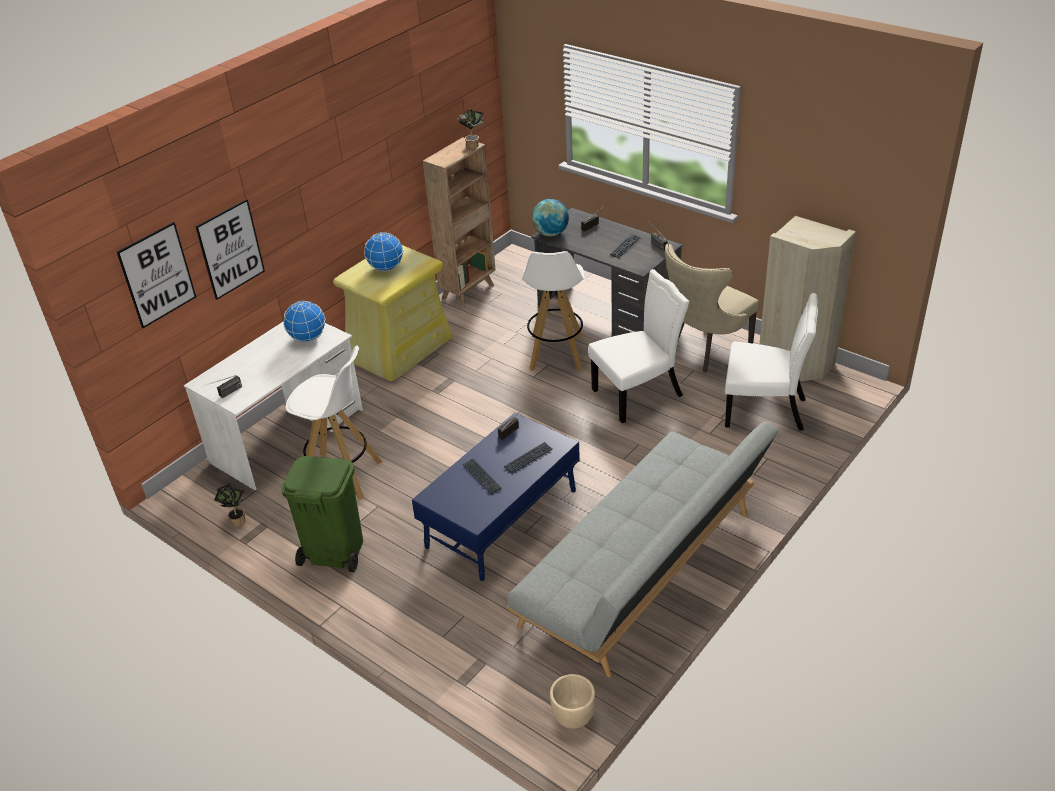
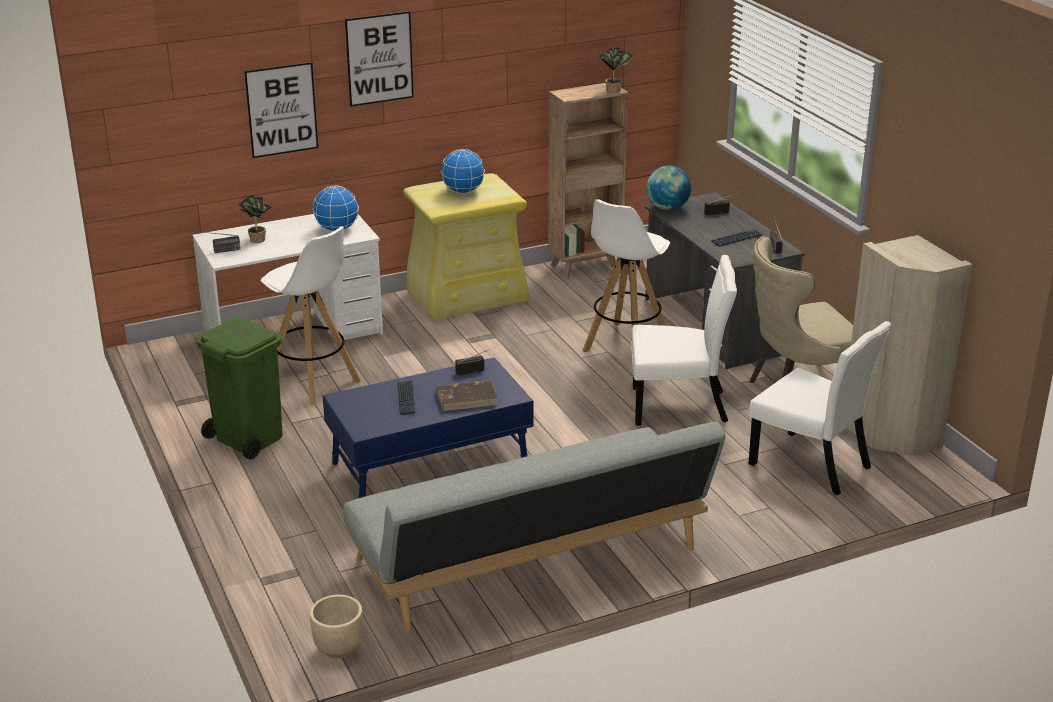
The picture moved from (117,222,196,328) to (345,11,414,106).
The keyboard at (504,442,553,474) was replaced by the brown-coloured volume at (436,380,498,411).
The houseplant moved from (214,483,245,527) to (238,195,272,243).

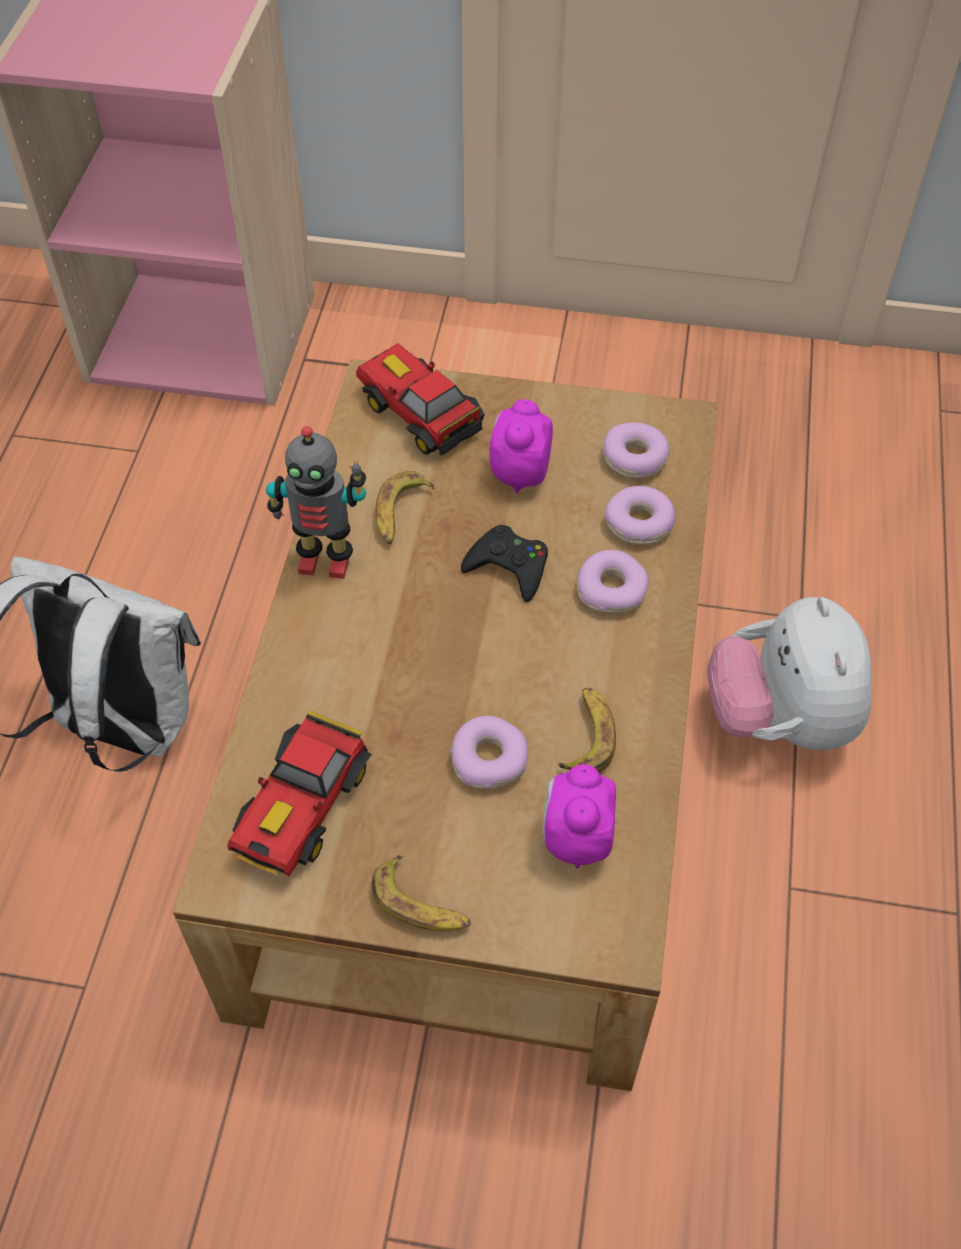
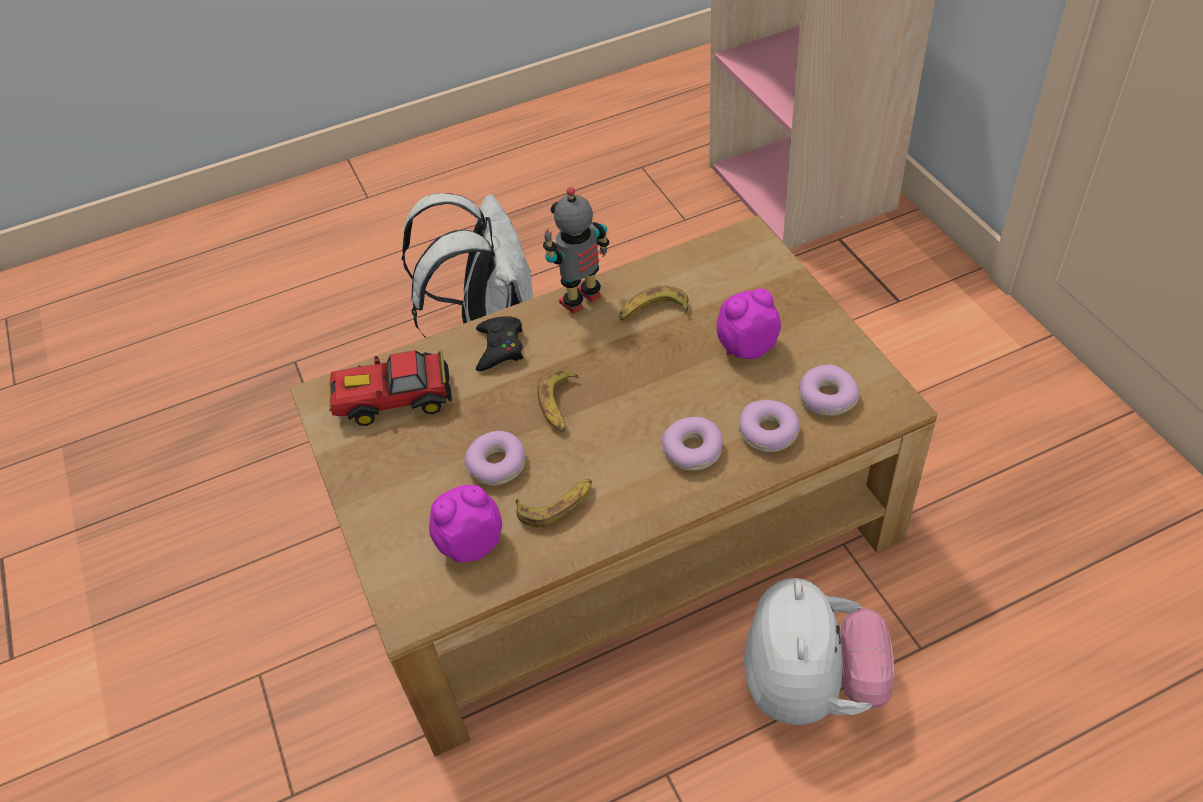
The toy car at (356,343,485,456) disappeared.
The robot figure at (266,426,366,579) turned 75 degrees clockwise.
The blackish joypad moved from (461,525,548,602) to (476,316,523,371).
The soft toy at (707,597,872,750) turned 135 degrees clockwise.
The banana fruit moved from (372,856,471,931) to (538,369,579,432).

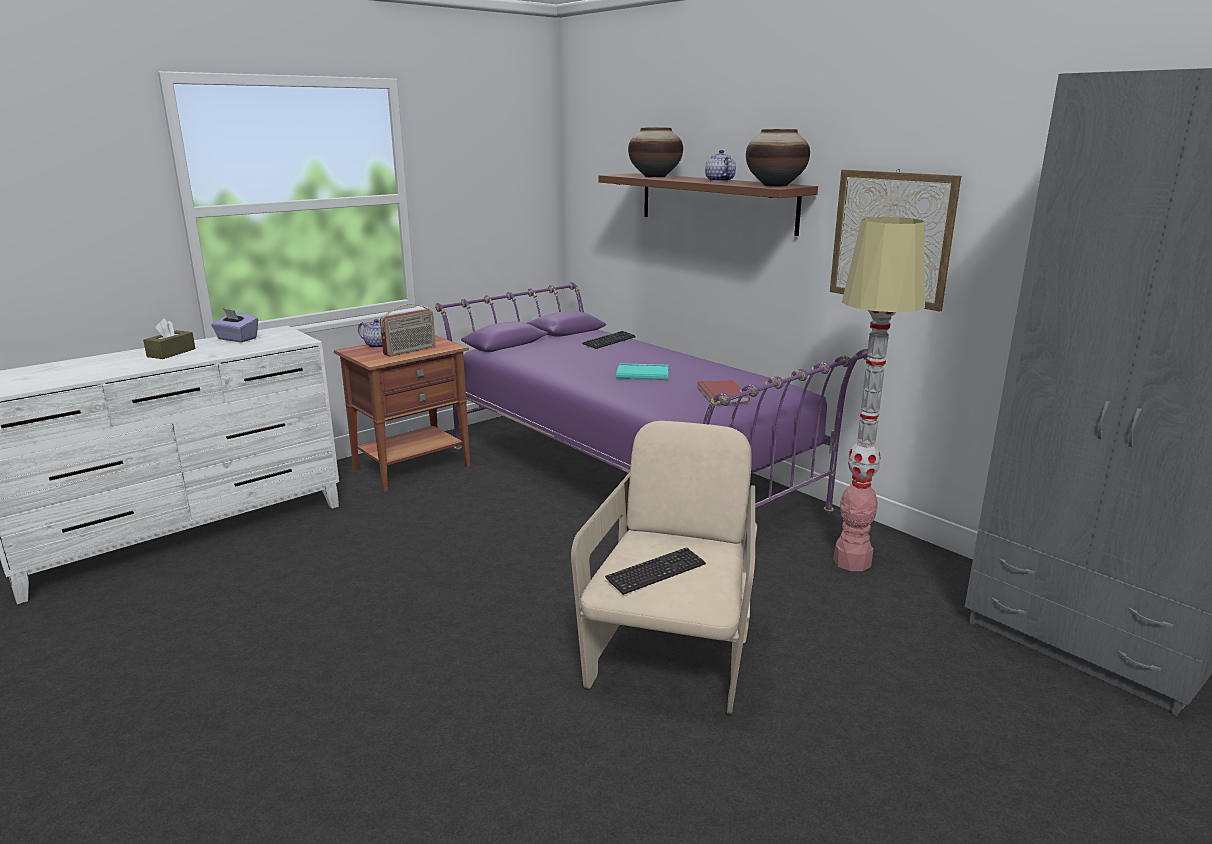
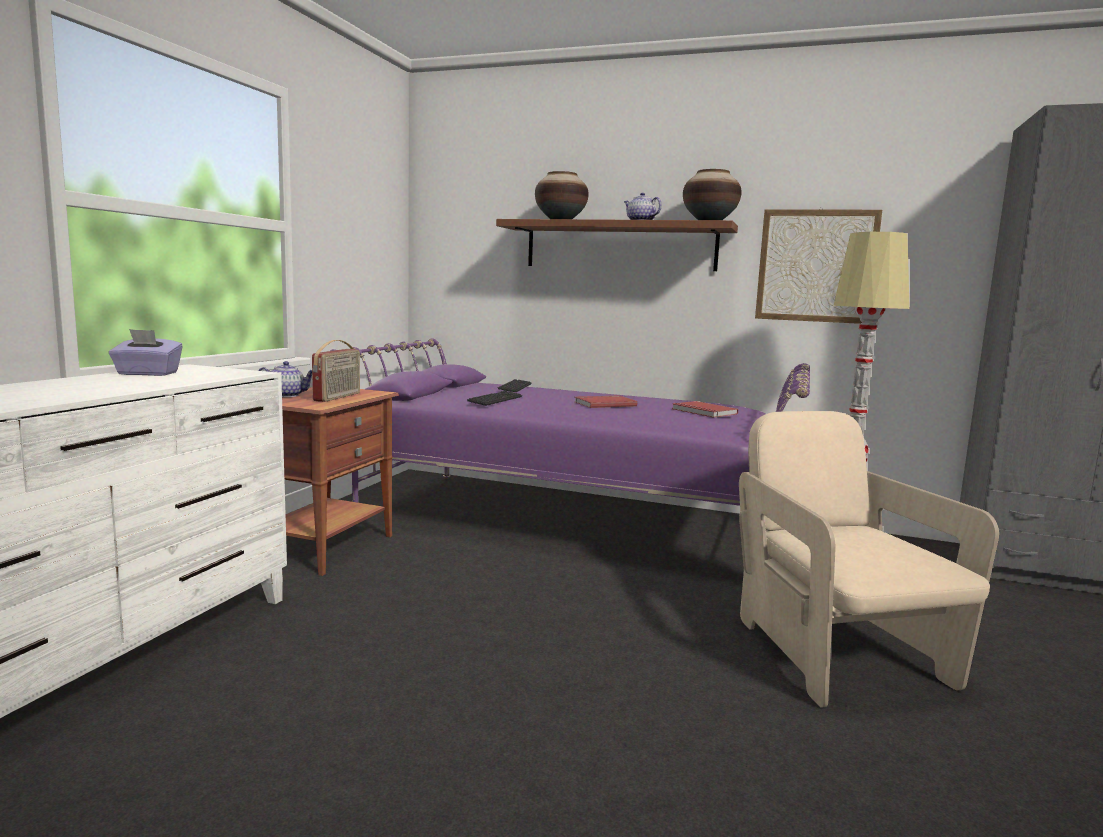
The brown-coloured box of tissues at (143,319,196,359) disappeared.
The blue-green volume at (616,363,669,380) became the reddish volume at (575,395,637,408).
The keyboard moved from (605,547,706,595) to (467,391,522,406).

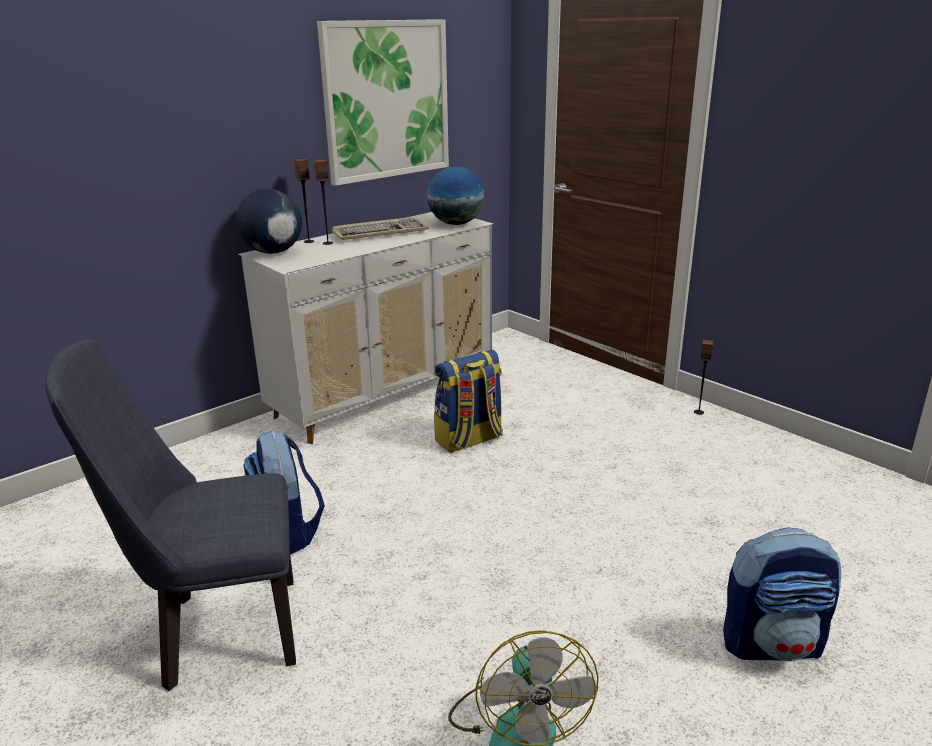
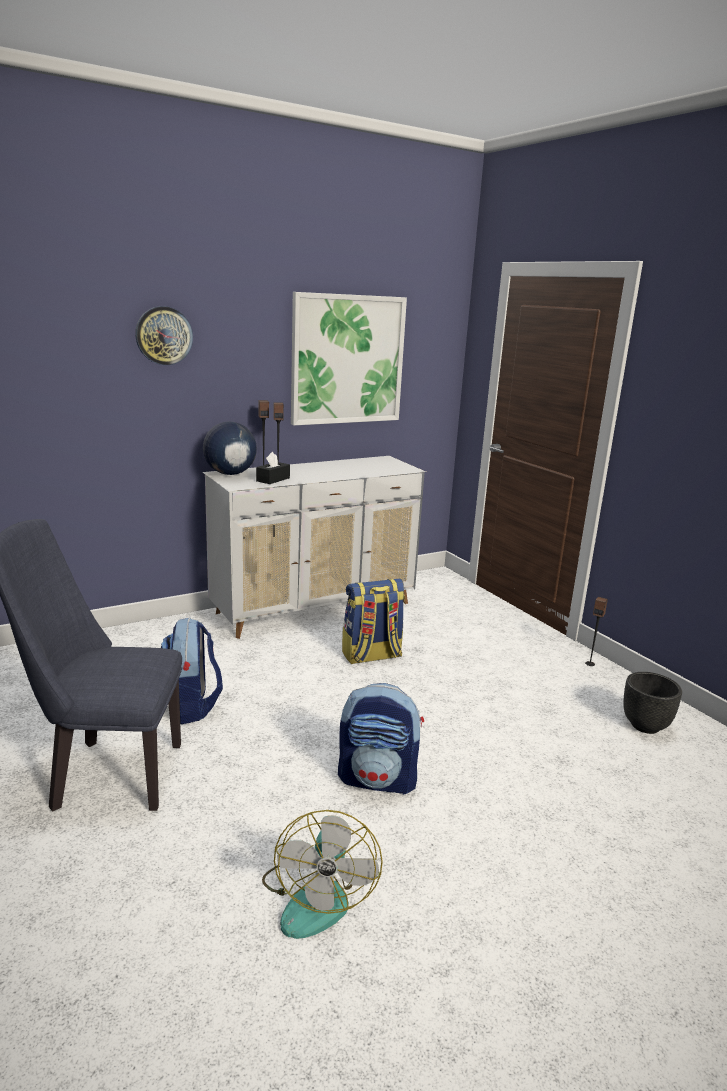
The desk globe at (428,167,484,225) disappeared.
The keyboard at (332,217,429,240) disappeared.
The knapsack moved from (723,527,841,661) to (338,683,424,795).
The hanging clock at (135,306,193,365) appeared.
The blackish box of tissues at (256,452,290,484) appeared.
The blackish planter at (623,672,682,734) appeared.

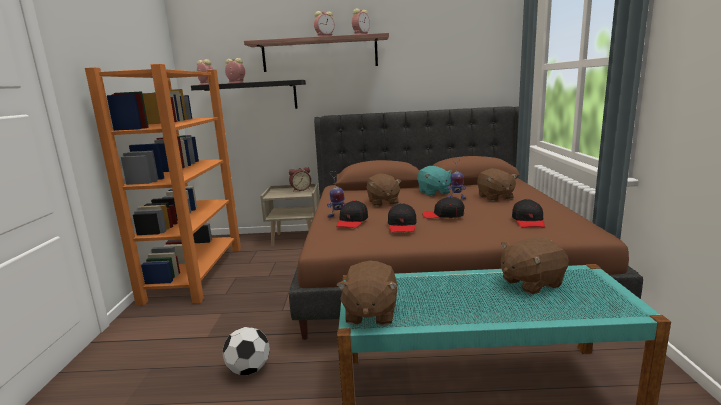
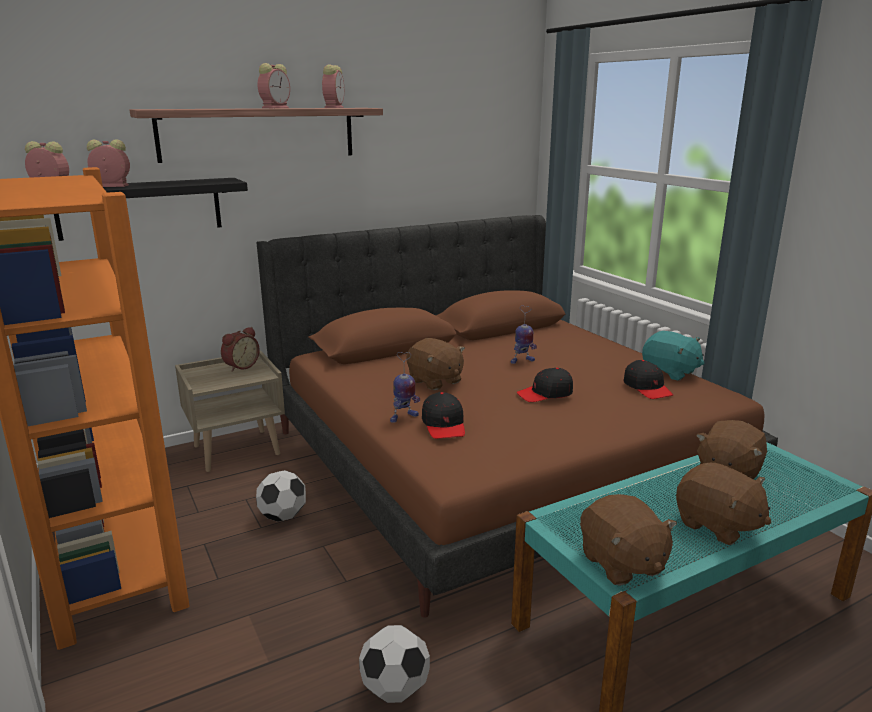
The blue-green soft toy moved from (417,166,453,196) to (642,331,704,381).
The brown-coloured soft toy moved from (477,168,518,202) to (676,463,771,545).
The blackish baseball cap at (388,203,417,232) disappeared.
The football ball at (256,470,306,522) appeared.

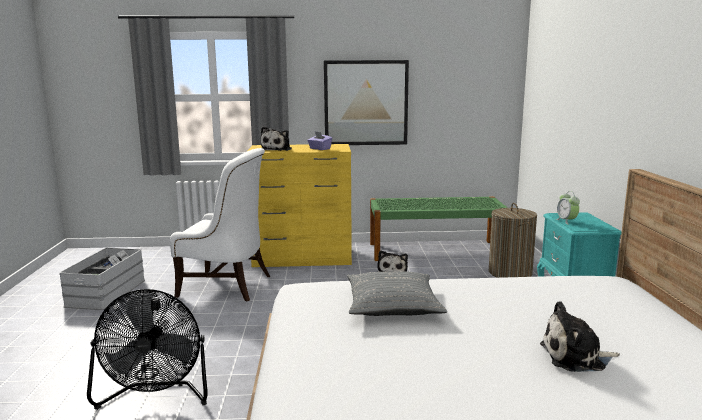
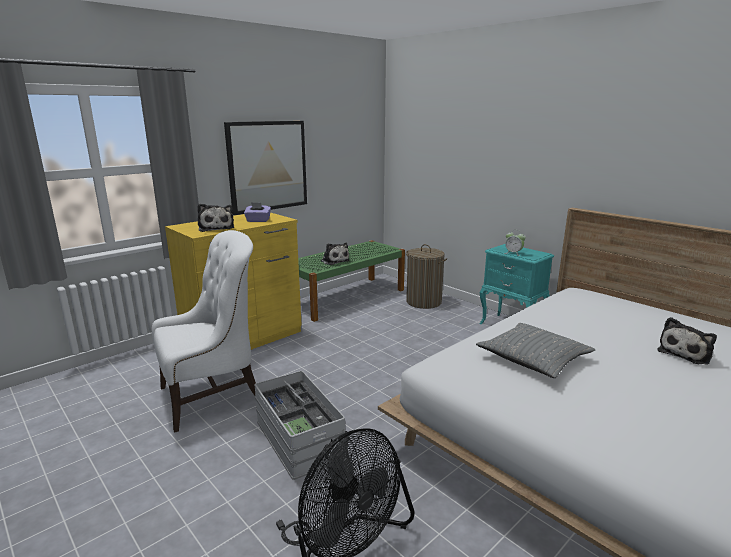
The greyish storage bin moved from (60,248,145,310) to (254,371,346,480).
The soft toy moved from (377,251,408,272) to (321,243,350,265).

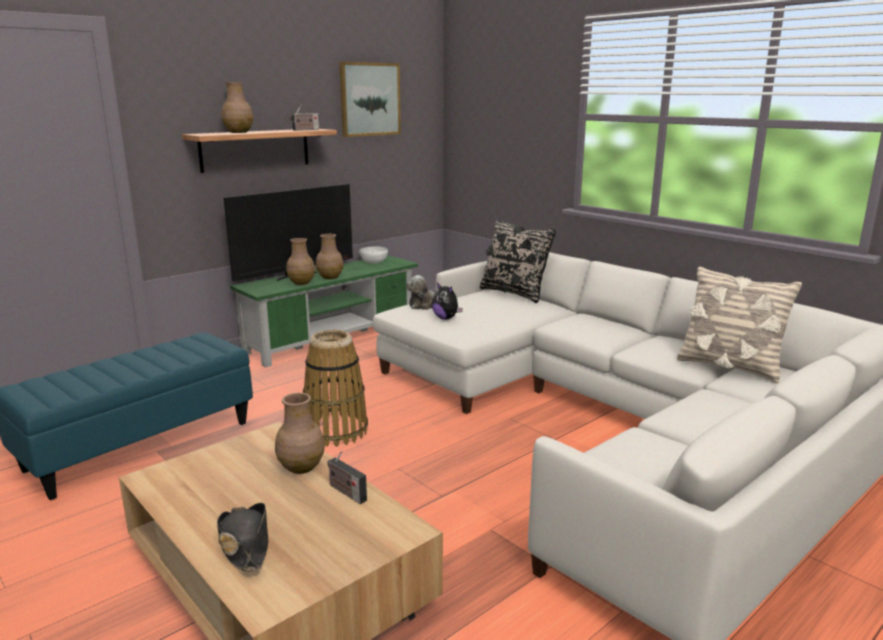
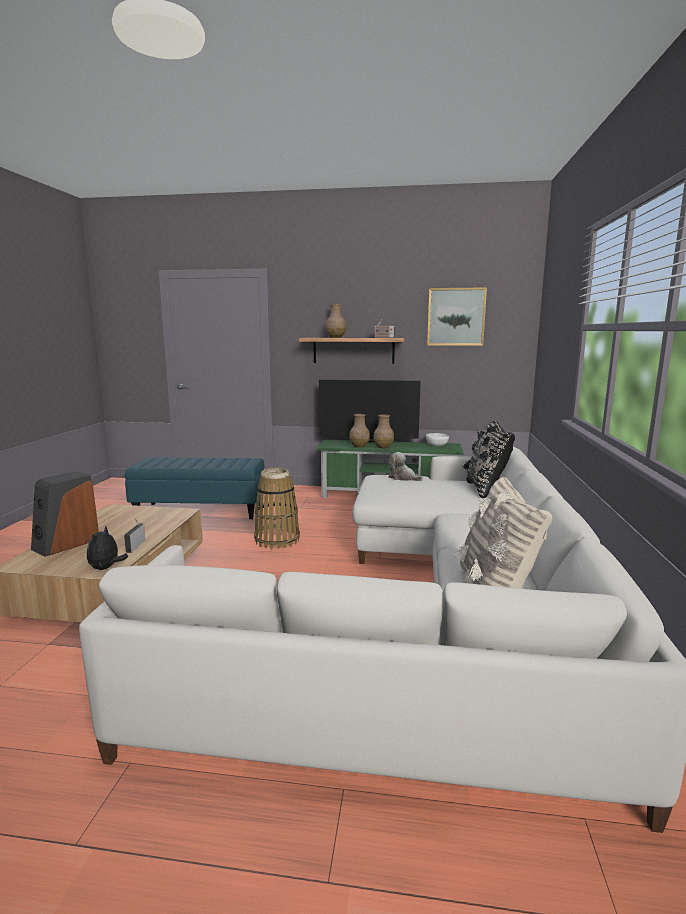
The soft toy moved from (432,282,463,320) to (87,525,128,570).
The brown-coloured flower vase at (275,393,325,474) disappeared.
The blackish clothing hat at (217,503,268,571) was replaced by the loudspeaker at (31,471,99,557).

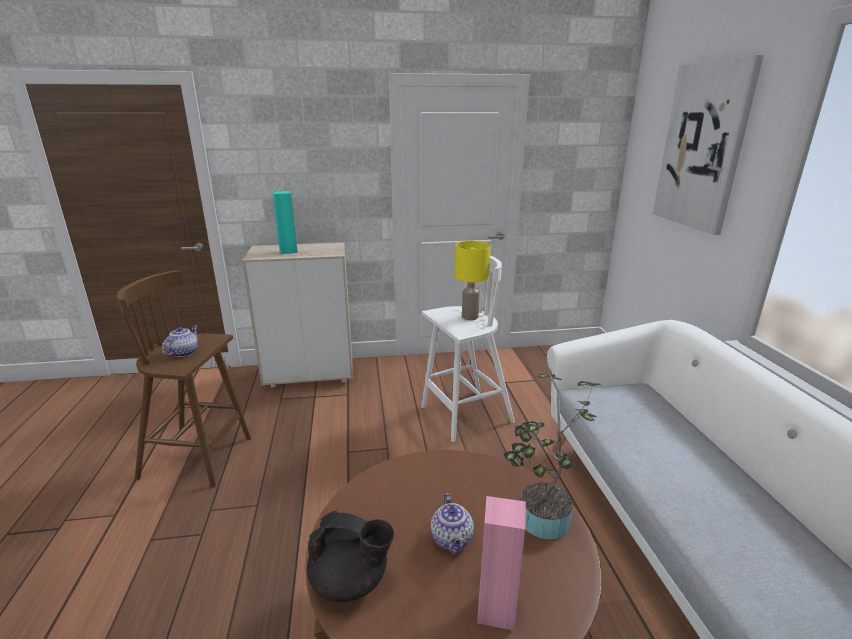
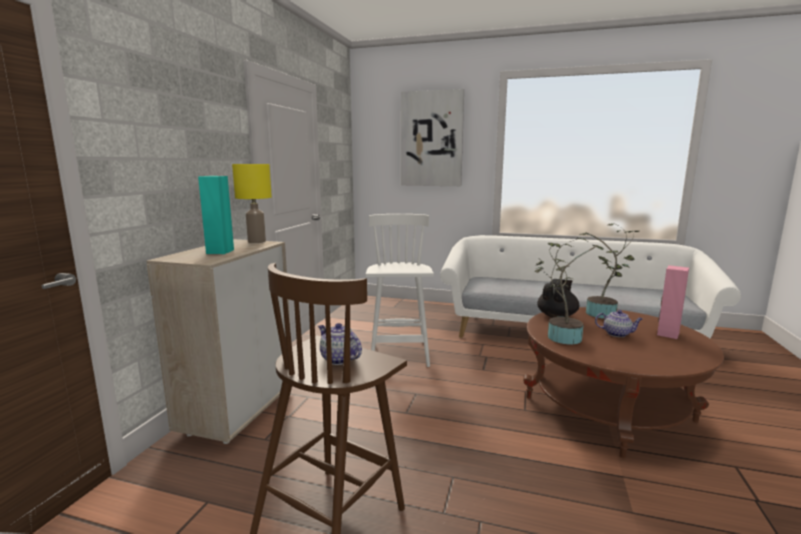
The yellow-coloured table lamp moved from (455,241,491,320) to (232,164,272,243).
The blackish pot for tea moved from (307,511,394,602) to (537,279,579,318).
The houseplant at (535,237,605,344) appeared.

